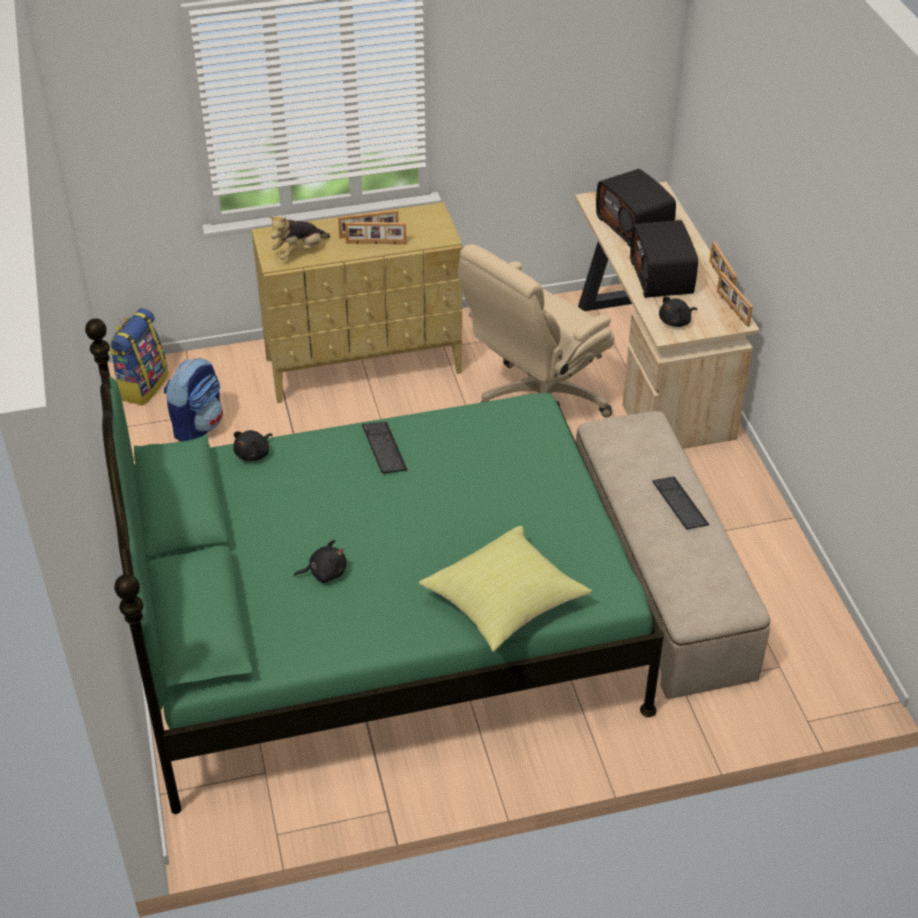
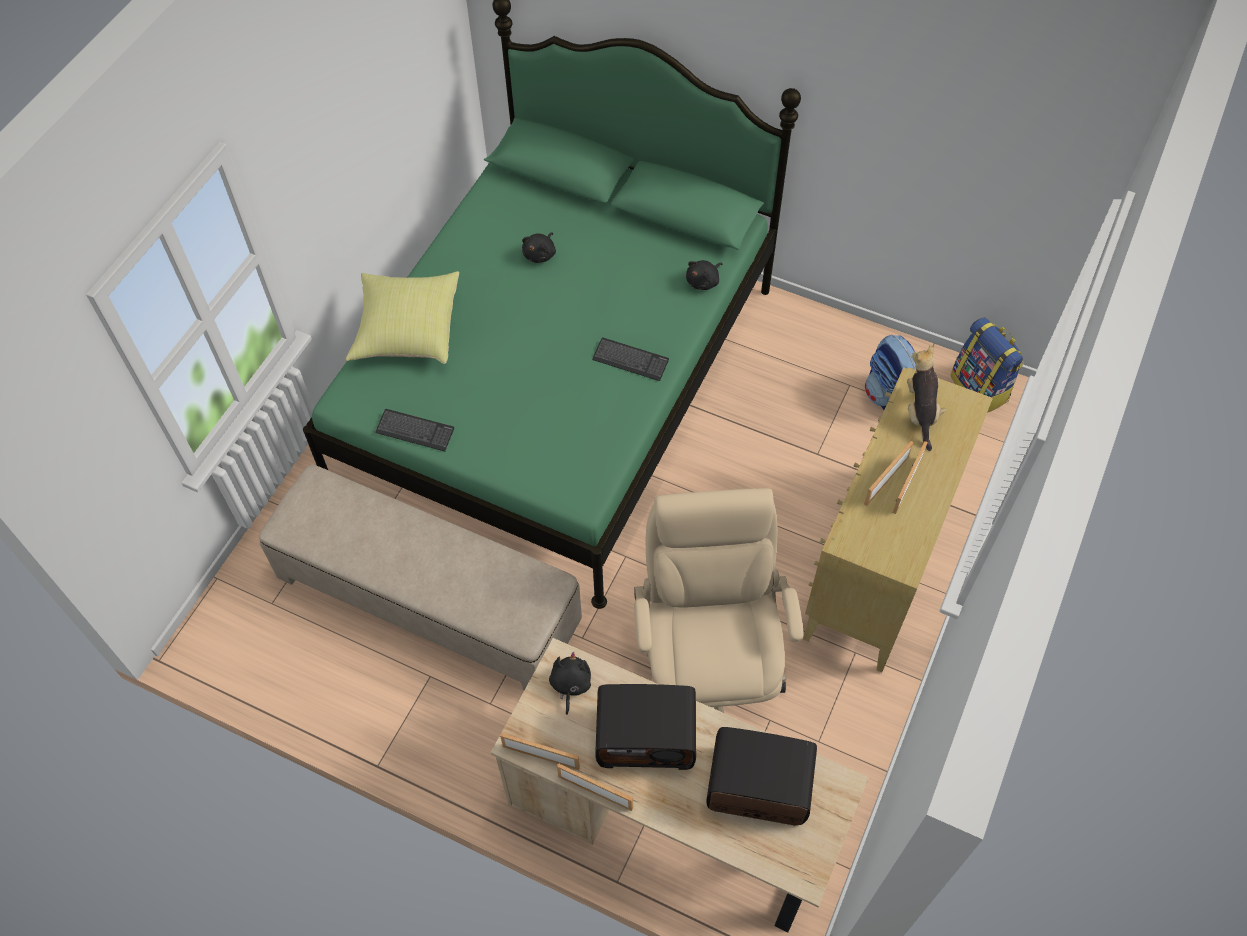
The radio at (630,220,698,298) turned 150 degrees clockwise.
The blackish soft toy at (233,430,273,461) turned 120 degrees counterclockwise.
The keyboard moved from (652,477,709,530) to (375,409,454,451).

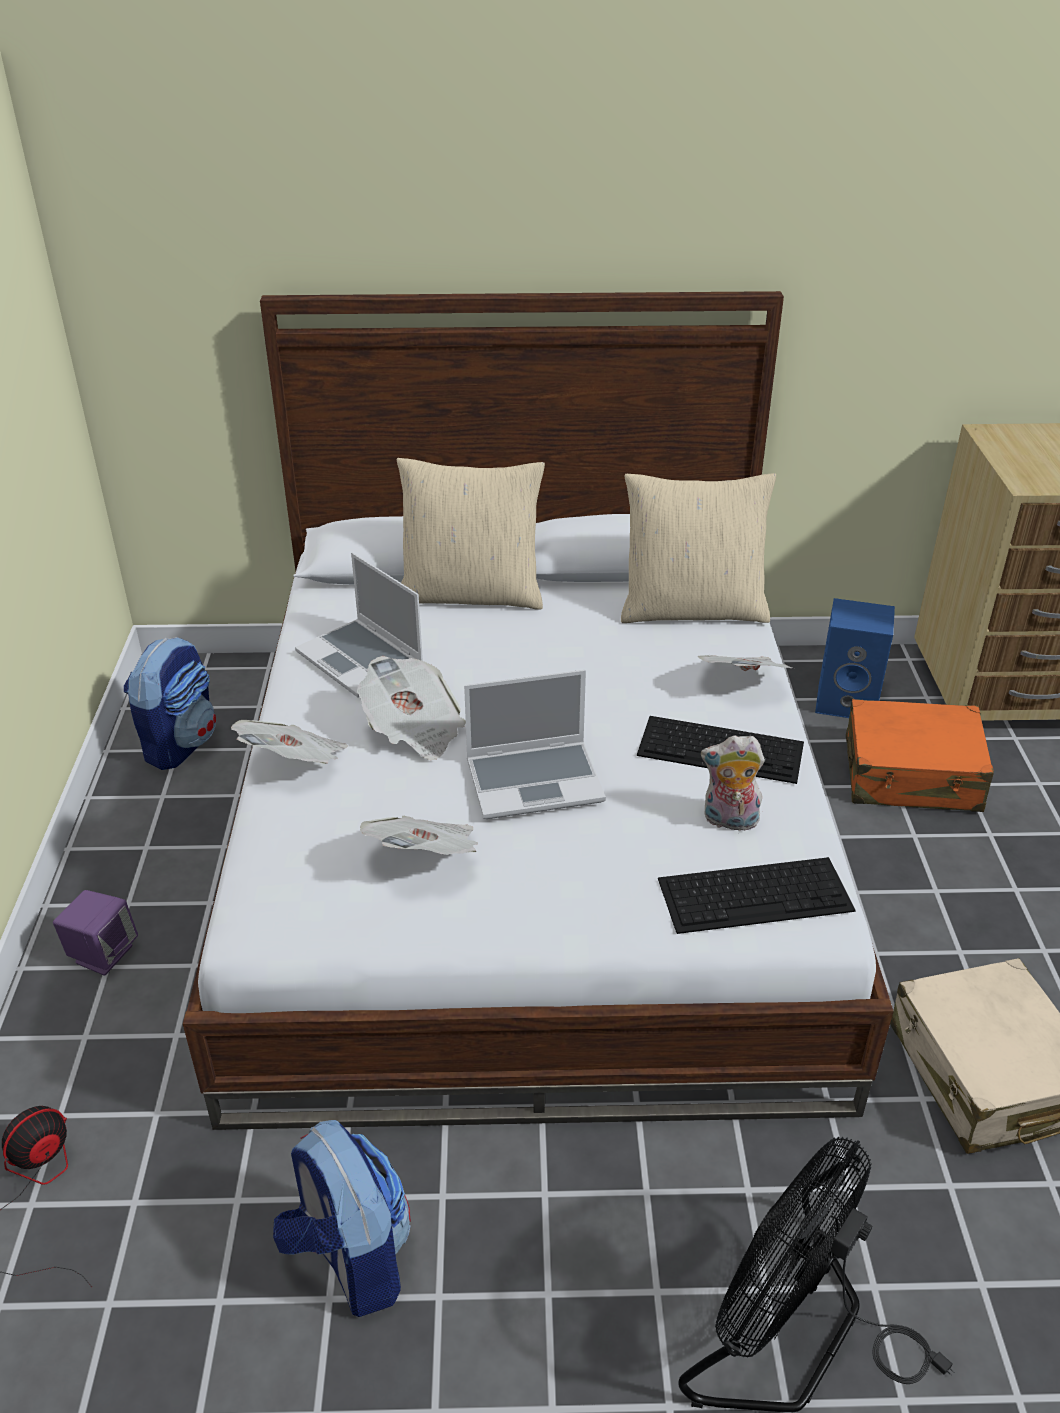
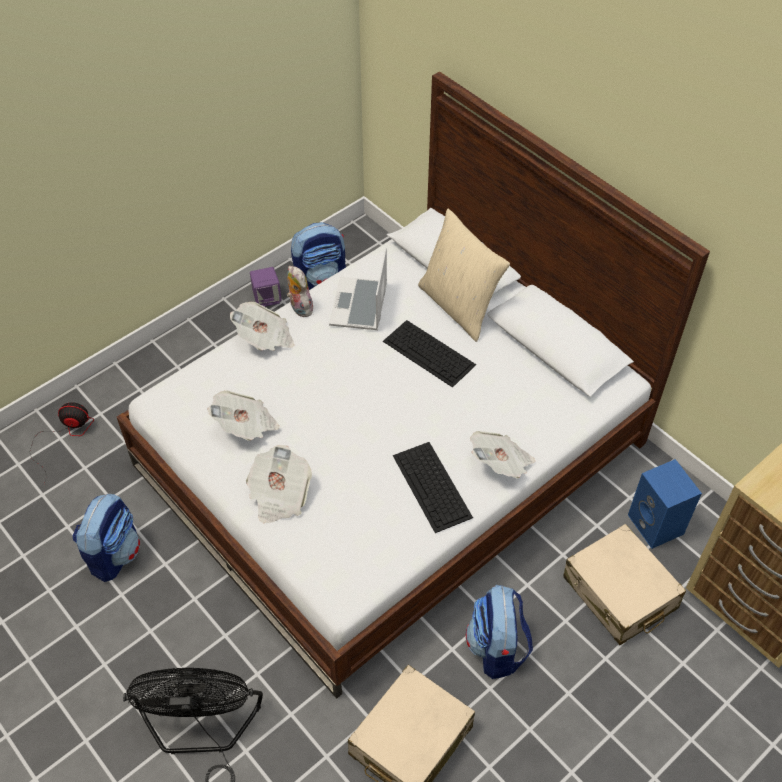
The beige-coloured throw pillow at (621,473,776,623) disappeared.
The newspaper moved from (357,656,466,760) to (246,445,312,523).
The laptop at (464,670,606,819) disappeared.
The orangey piece of luggage at (846,699,994,812) became the beige-coloured piece of luggage at (563,524,686,645).
The soft toy moved from (701,735,765,831) to (287,266,313,317).
The keyboard moved from (658,857,856,934) to (383,320,476,388).
The purple-coloured loudspeaker moved from (53,890,138,975) to (250,267,282,307).
The knapsack at (466,585,533,679) appeared.

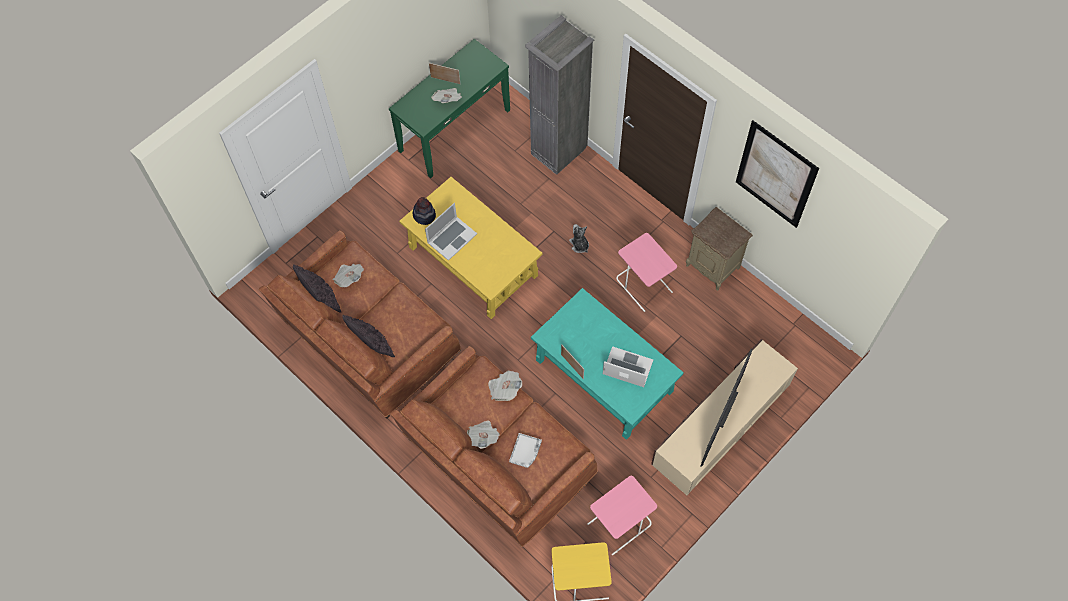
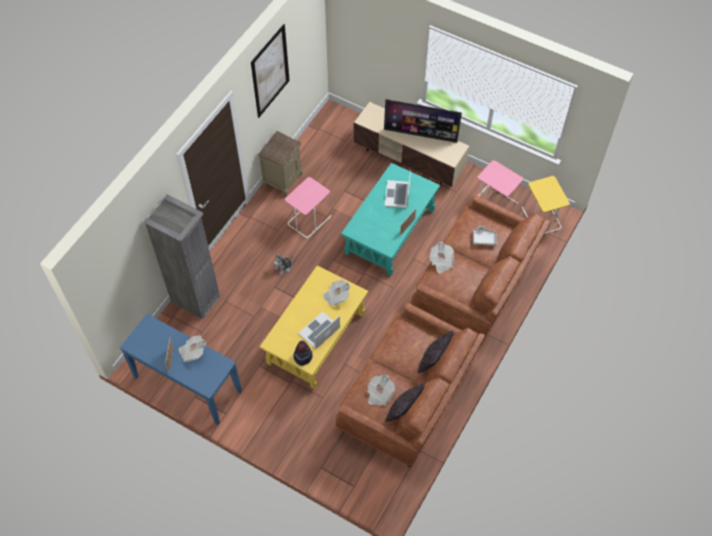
The greenish console table at (389,39,510,178) became the blue console table at (120,314,242,425).
The laptop at (425,203,477,261) turned 75 degrees counterclockwise.
The newspaper moved from (467,420,500,449) to (323,280,350,306).

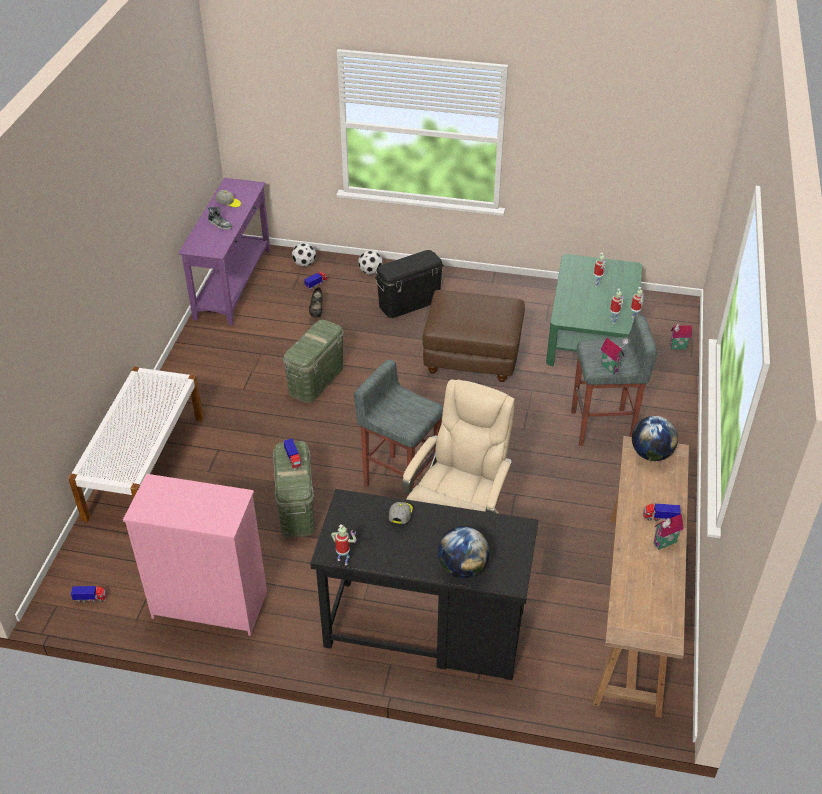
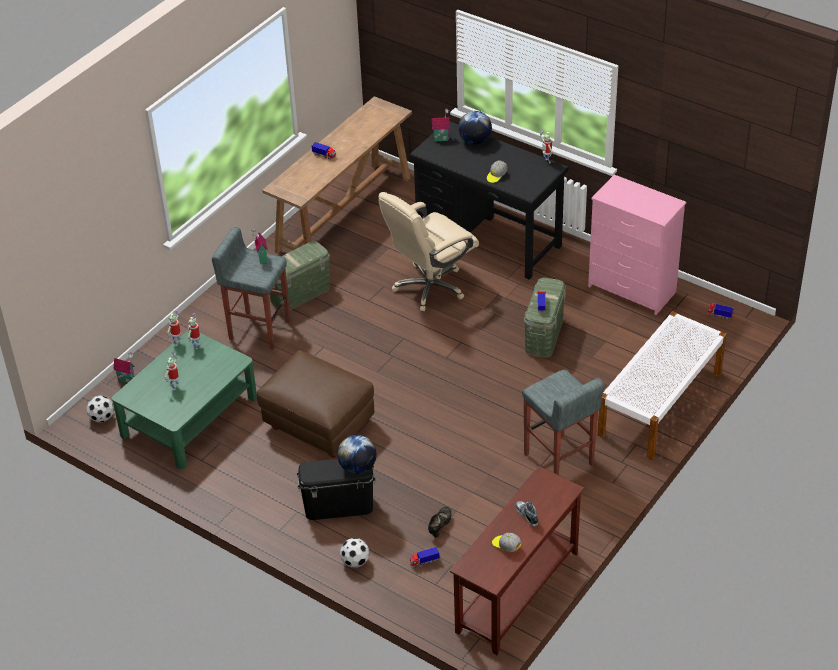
The purple-coloured console table at (178,178,270,325) became the brown-coloured console table at (450,466,584,655).
The football ball moved from (292,242,316,267) to (86,396,114,422).
The greenish storage bin moved from (283,320,344,403) to (269,241,330,312).
The greyish stool moved from (354,359,443,495) to (522,370,604,475).
The desk globe moved from (632,416,678,461) to (337,435,377,474).
The toy house moved from (654,514,684,550) to (432,108,450,141).

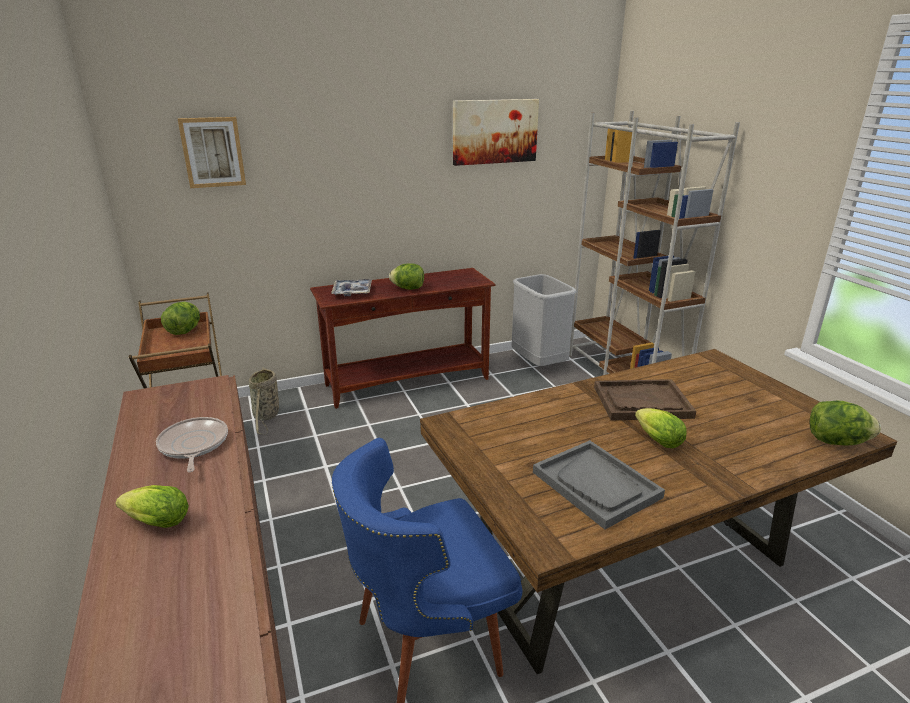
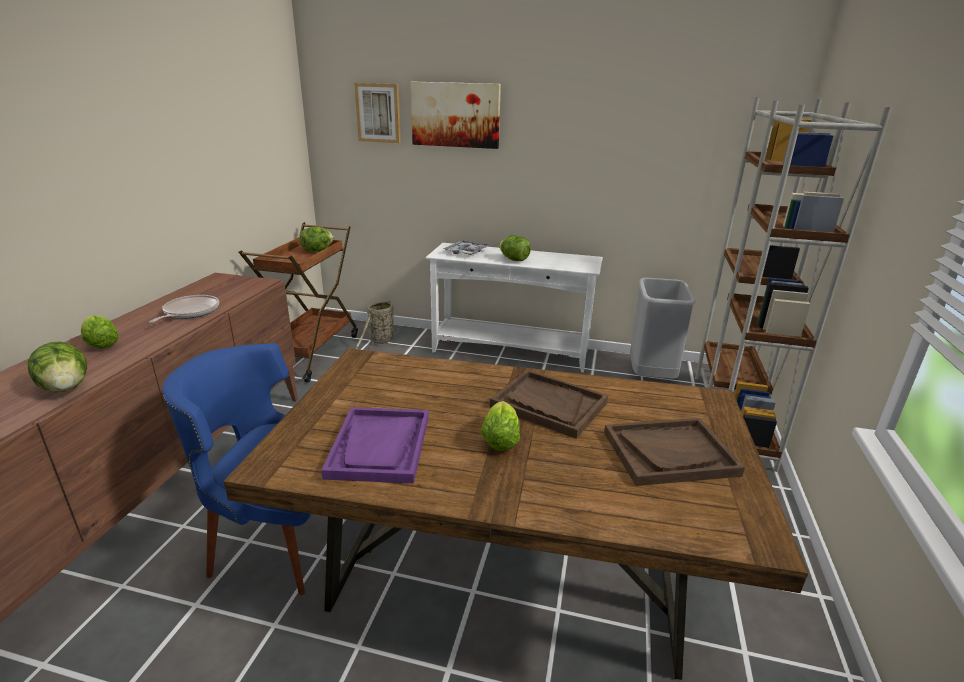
The picture moved from (453,99,539,166) to (411,82,501,149).
The brown-coloured console table at (310,268,496,409) became the whitish console table at (426,243,603,372).
The lettuce moved from (810,401,881,445) to (27,342,87,392).
The greyish tray at (533,440,665,529) became the purple-coloured tray at (321,407,429,484).
The brown-coloured tray at (604,418,745,486) appeared.

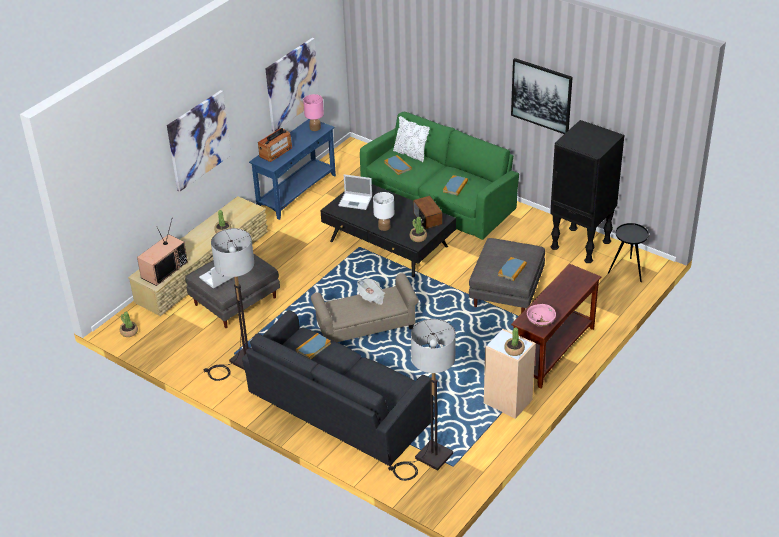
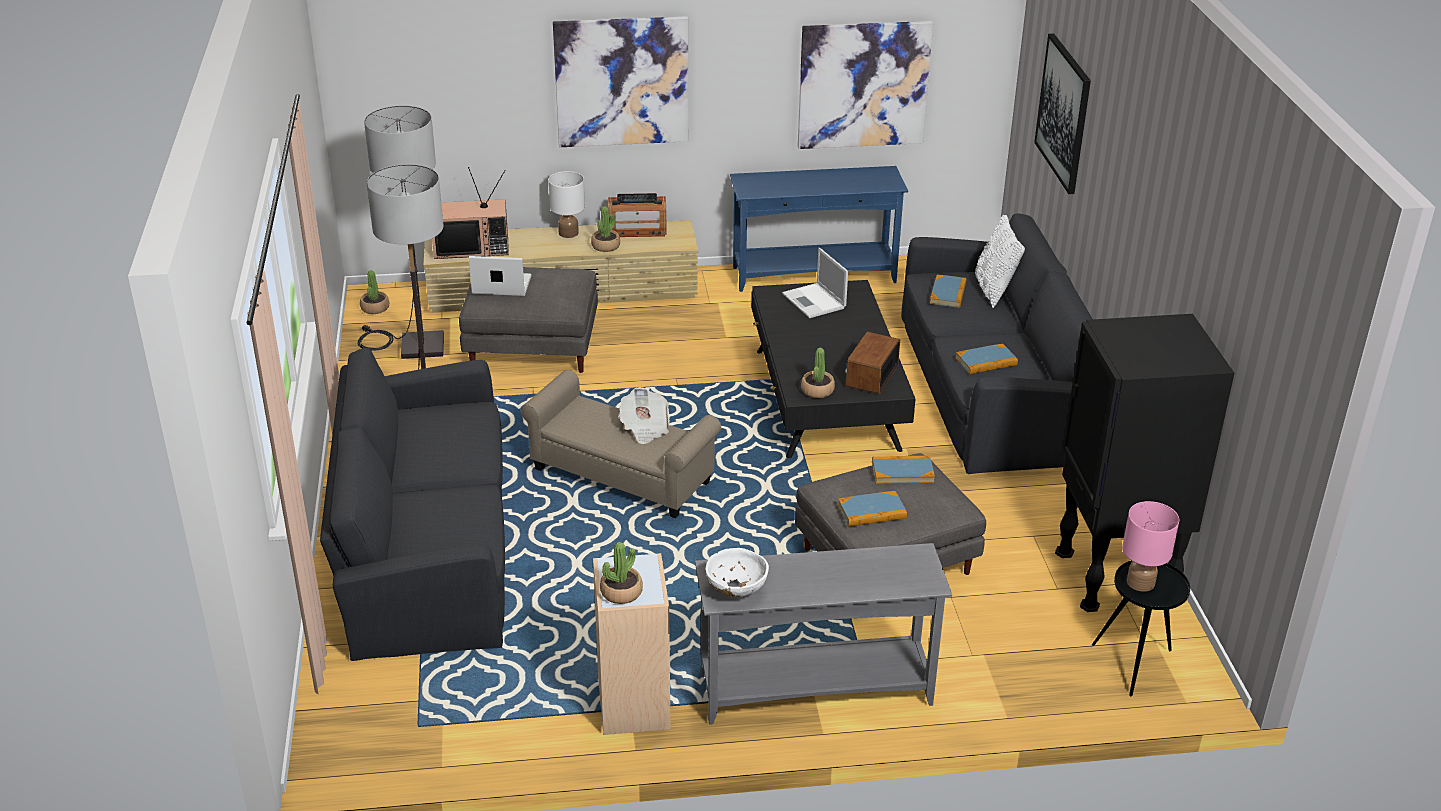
The picture moved from (511,58,573,134) to (1034,33,1091,194).
The pink table lamp moved from (303,94,324,131) to (1122,501,1179,592).
The greenish couch at (360,112,519,240) became the greyish couch at (901,214,1093,474).
The radio moved from (258,128,292,162) to (608,193,667,237).
The whitish table lamp moved from (373,192,394,231) to (549,171,585,238).
The brown-coloured console table at (511,264,601,388) became the greyish console table at (695,543,952,725).
The pink deep dish at (527,304,556,327) became the whitish deep dish at (705,548,769,597).
The standing lamp moved from (388,319,456,481) to (357,106,444,359).
The volume moved from (296,333,331,359) to (872,456,935,484).

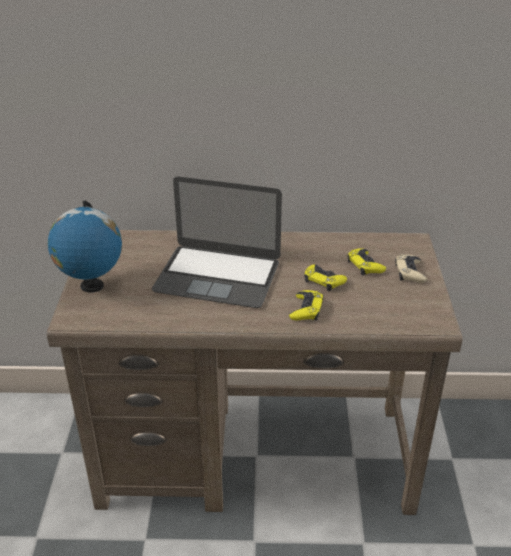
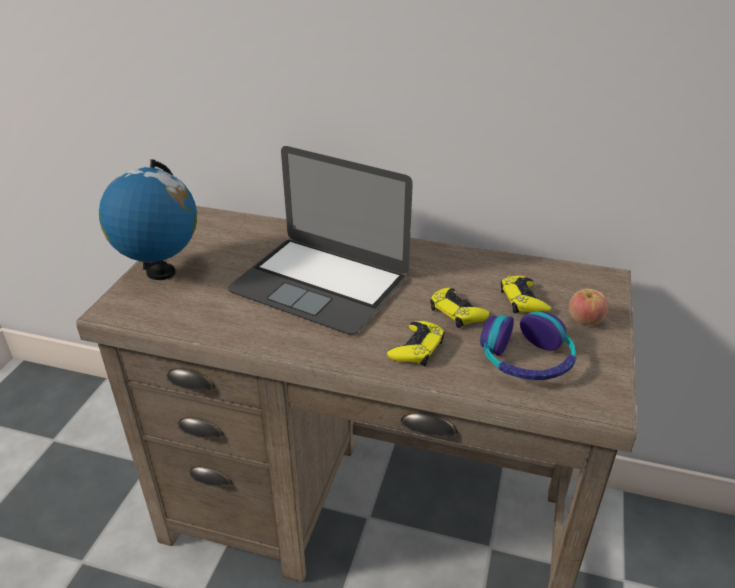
The beige-coloured joypad at (395,254,427,283) was replaced by the apple at (569,289,609,325).
The pair of headphones at (480,311,576,380) appeared.

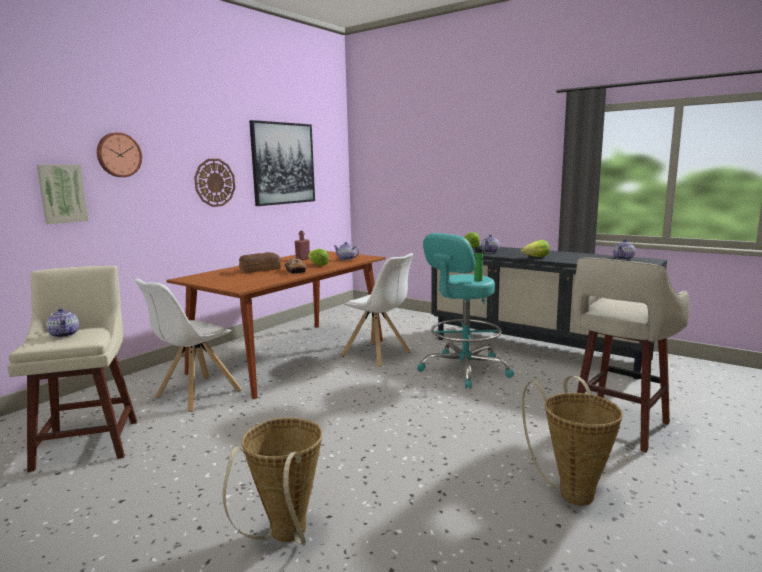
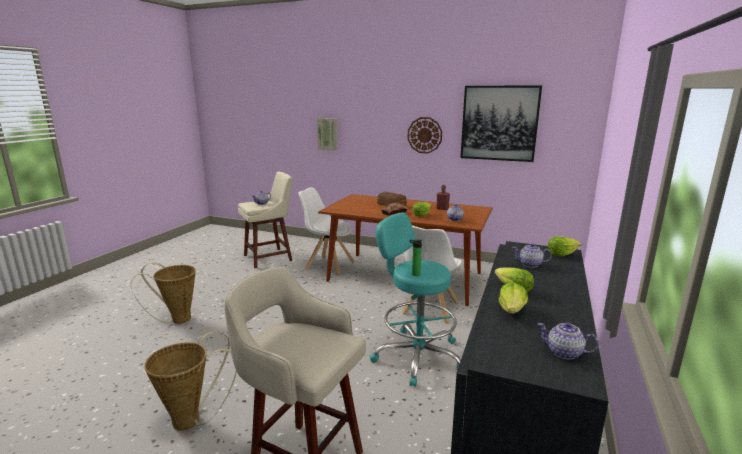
The hanging clock at (97,132,142,177) disappeared.
The lettuce at (498,282,528,314) appeared.

